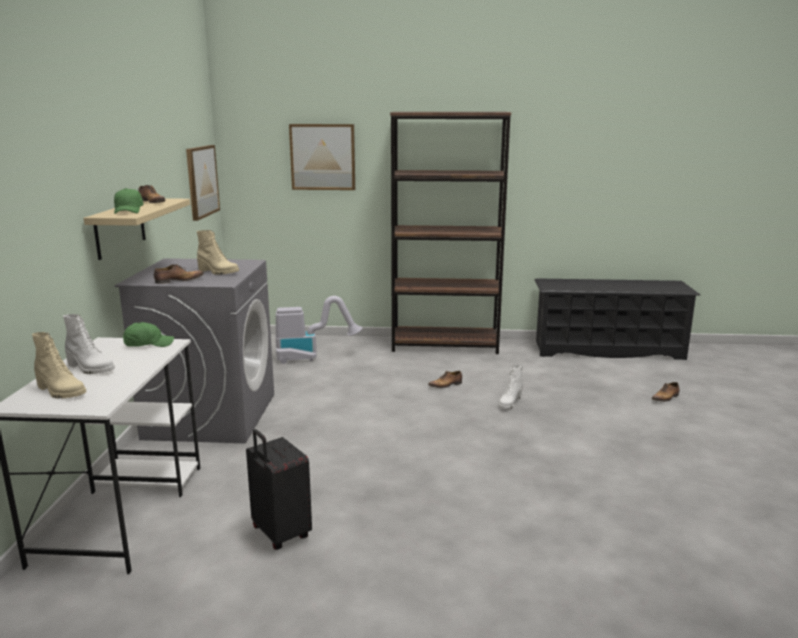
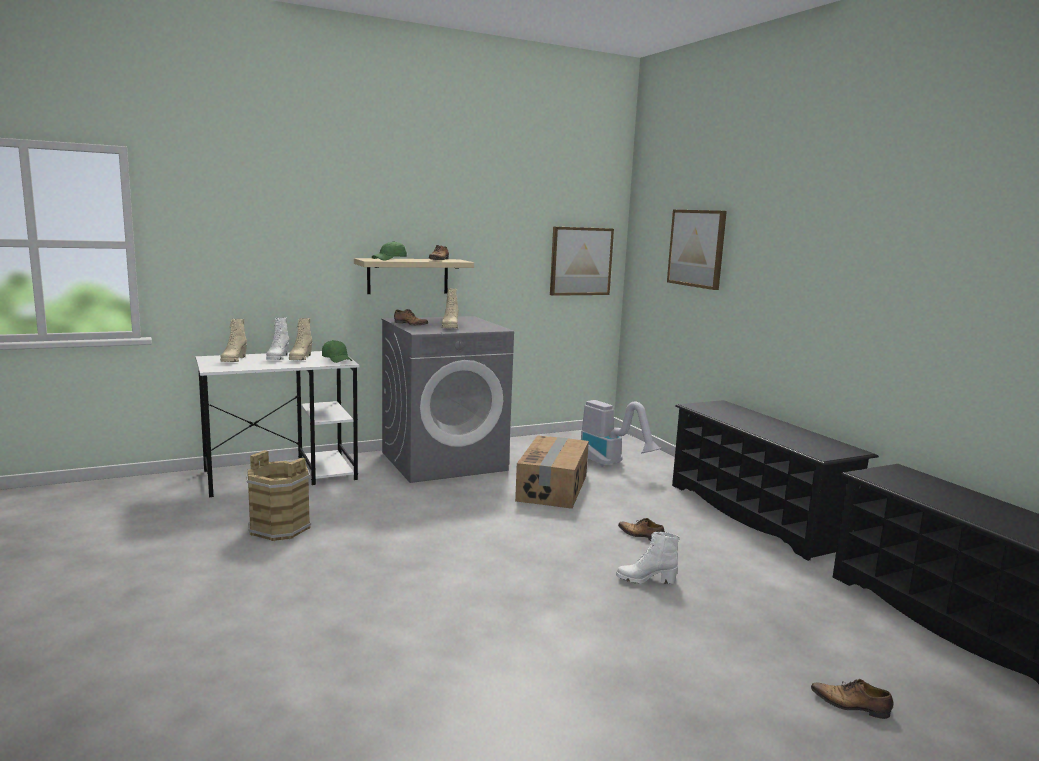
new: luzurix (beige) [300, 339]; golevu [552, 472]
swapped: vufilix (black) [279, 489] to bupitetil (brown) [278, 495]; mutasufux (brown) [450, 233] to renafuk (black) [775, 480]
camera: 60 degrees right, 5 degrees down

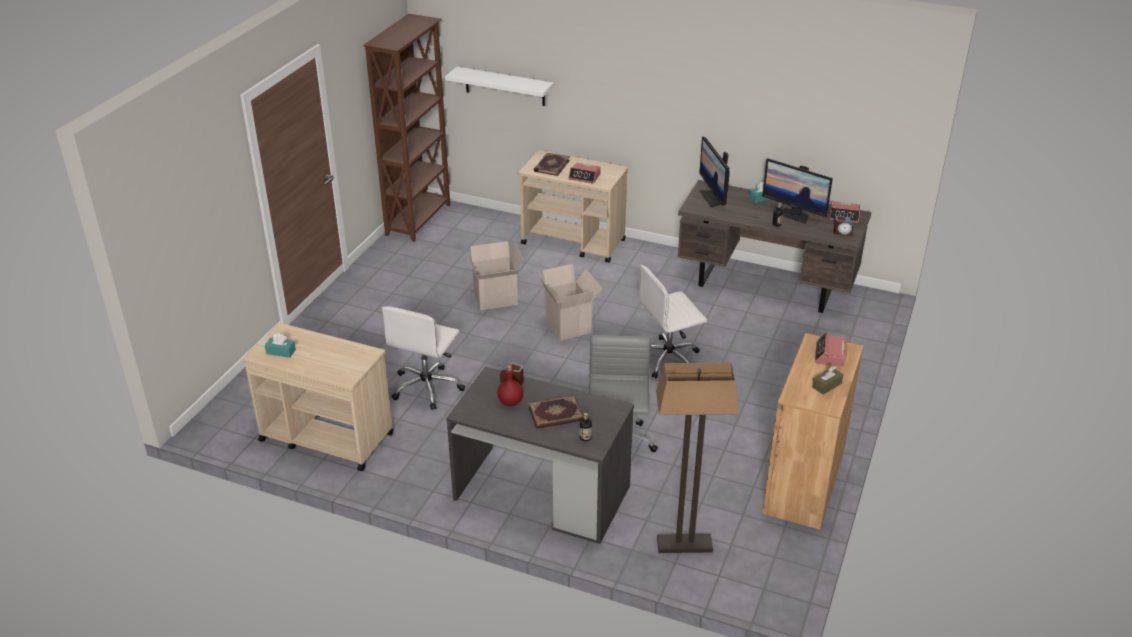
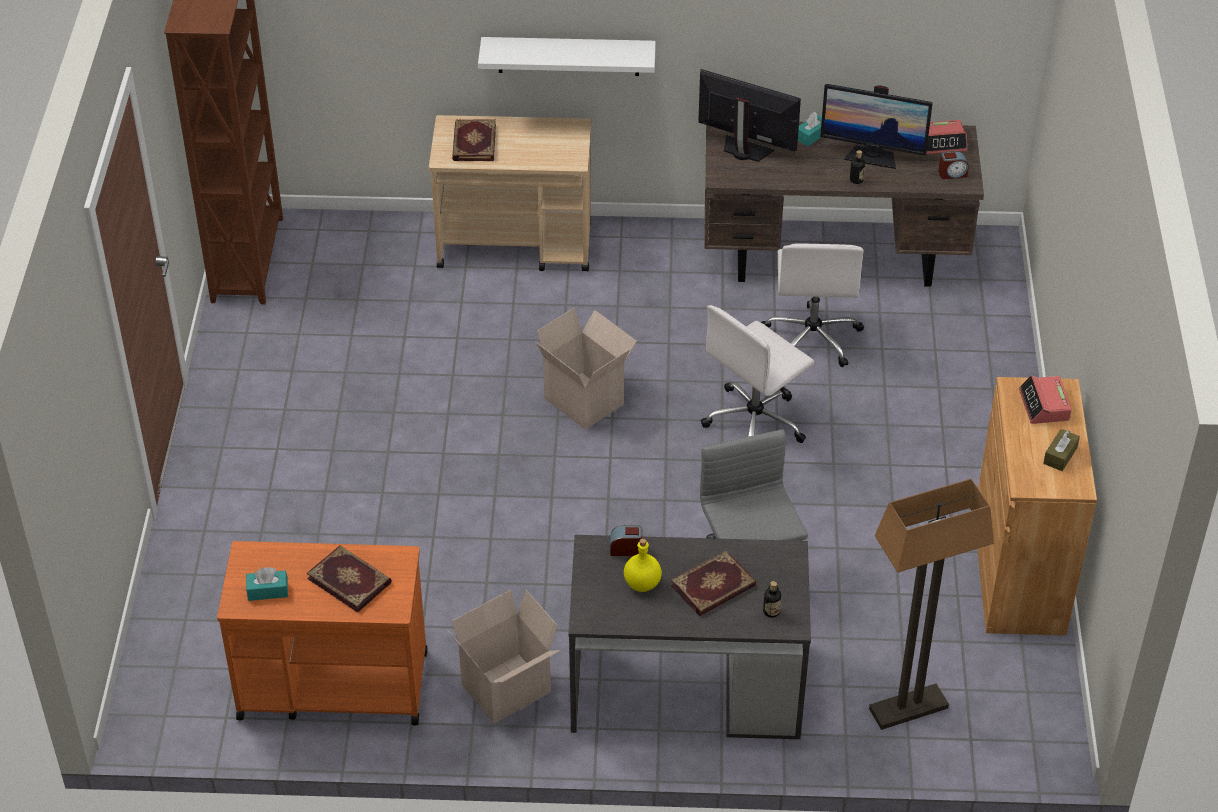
gone: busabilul [585, 173]
new: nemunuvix [349, 579]
shifted: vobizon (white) [423, 358] to [812, 305]; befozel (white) [499, 86] to [567, 56]; golevu [493, 275] to [504, 657]
repainted: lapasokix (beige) [318, 397] to lapasokix (orange) [322, 633]; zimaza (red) [510, 386] to zimaza (yellow) [643, 565]
rotated: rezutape [714, 171] = [749, 115] 150 degrees clockwise
camera: 20 degrees left, 10 degrees up

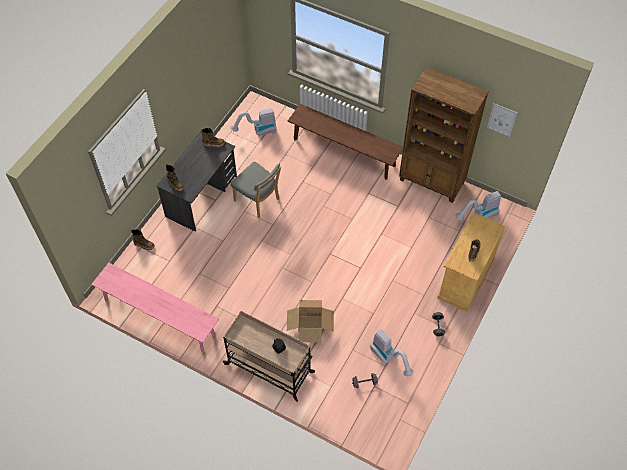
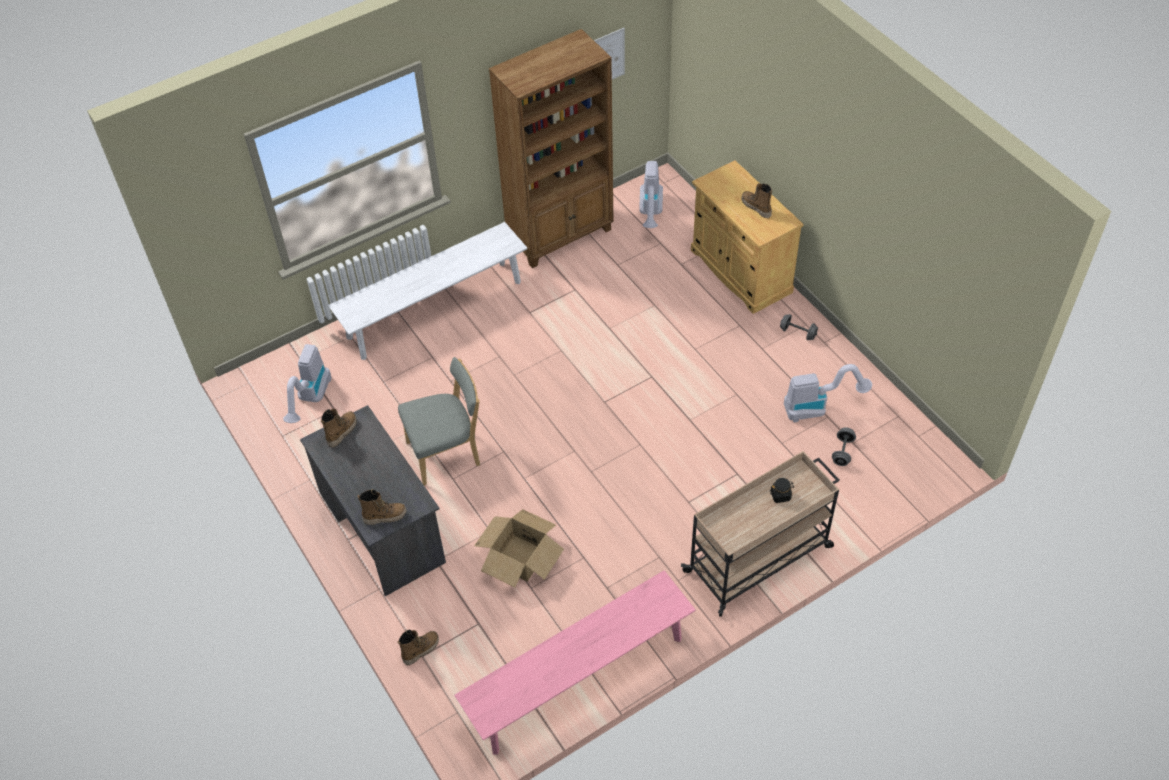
shifted: golevu [310, 321] to [519, 548]
repainted: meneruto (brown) [345, 142] to meneruto (white) [427, 291]
camera: 60 degrees left, 5 degrees down

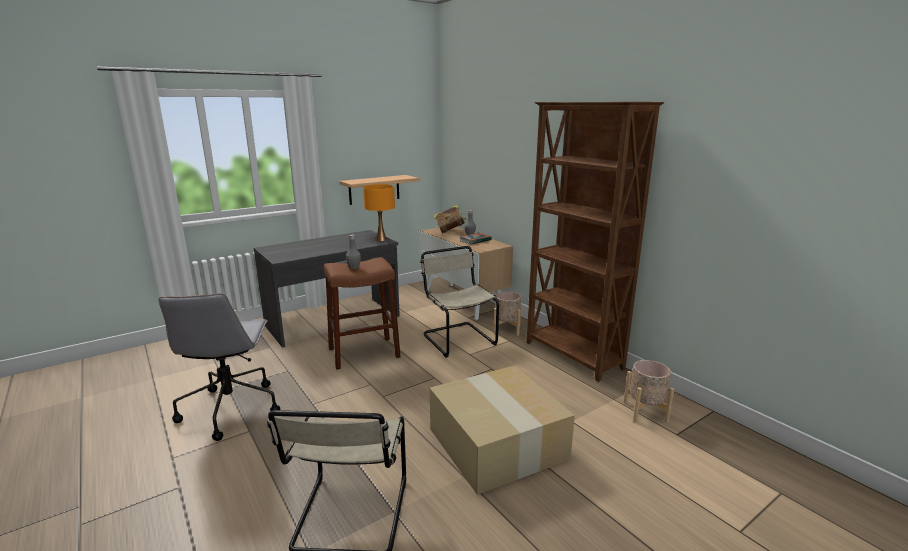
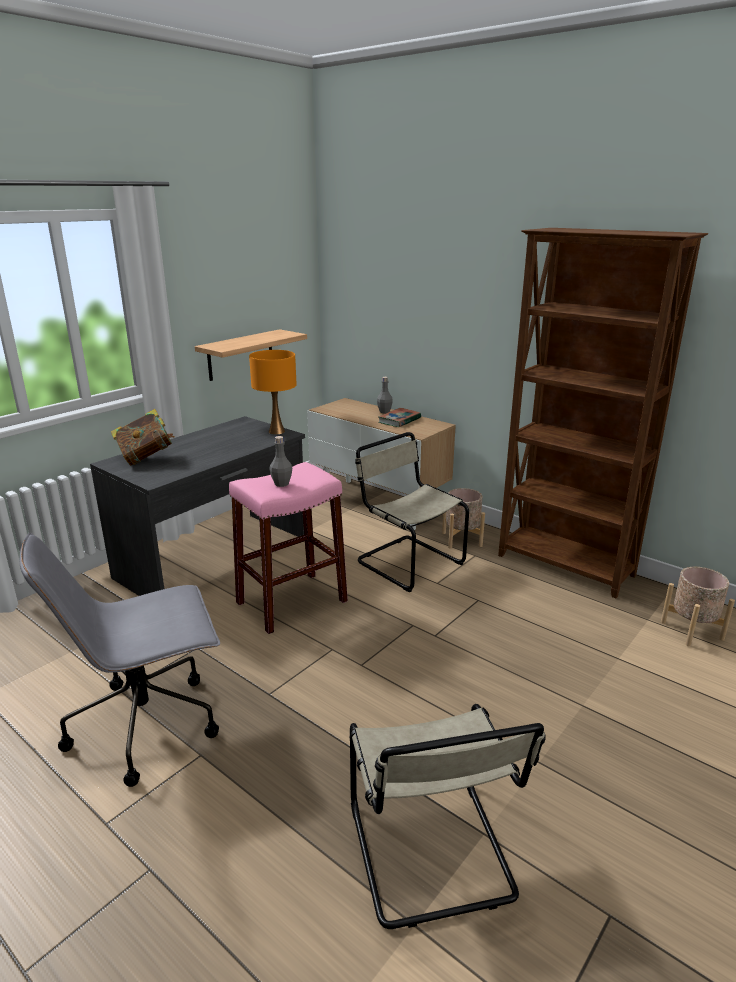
gone: golevu [502, 430]
shifted: nemunuvix [450, 219] to [143, 437]
repainted: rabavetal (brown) [362, 313] to rabavetal (pink) [288, 548]
rotated: vobizon (grey) [219, 367] = [120, 660] 90 degrees clockwise
camera: 15 degrees left, 5 degrees up

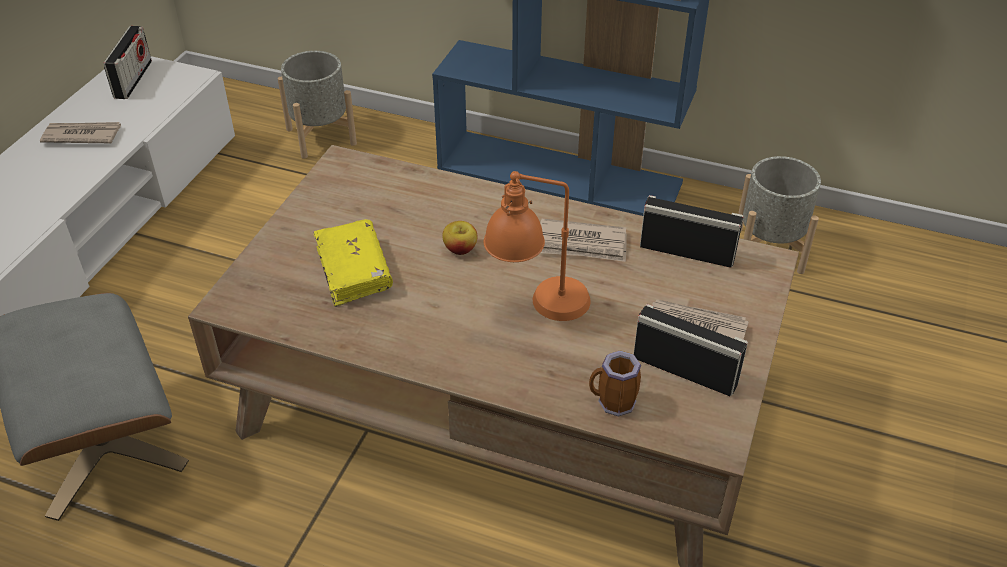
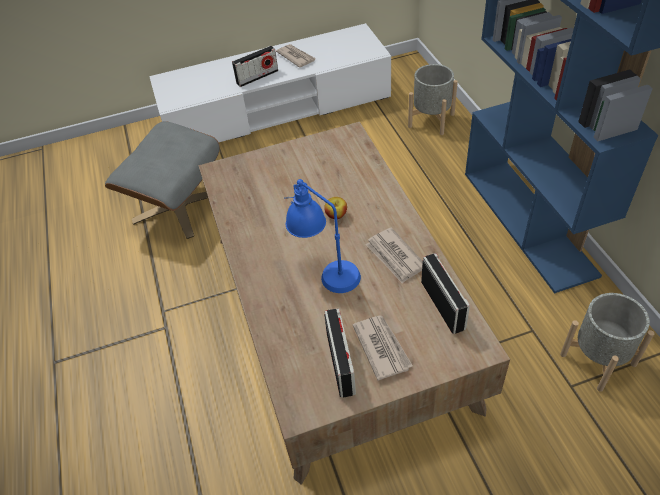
gone: nemunuvix (yellow) [353, 263]; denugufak [615, 383]
shifted: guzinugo [127, 62] to [255, 66]
repainted: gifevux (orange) [537, 246] to gifevux (blue) [322, 236]
camera: 55 degrees right, 5 degrees up

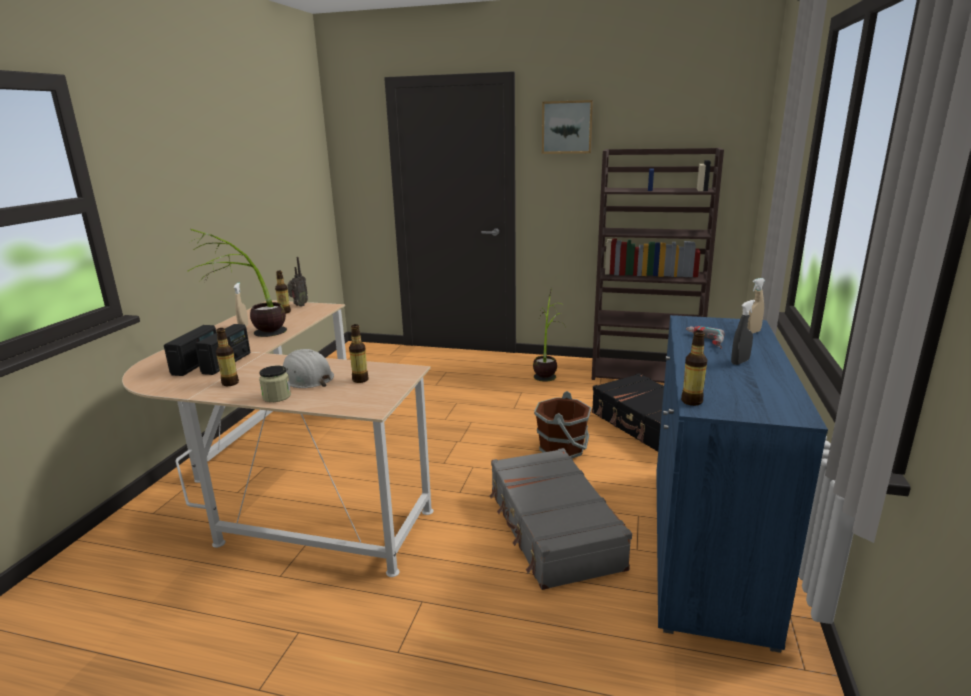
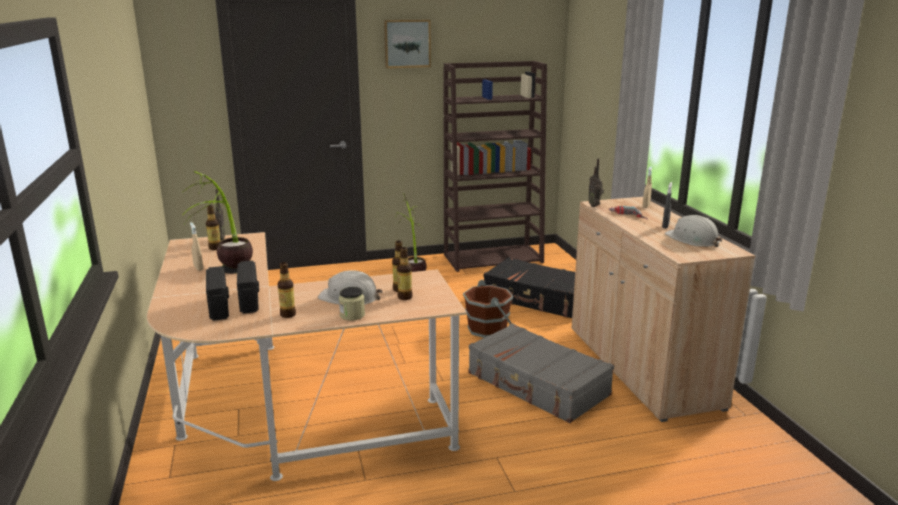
new: guzinugo [596, 182]; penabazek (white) [693, 231]
shifted: zimaza [694, 368] to [404, 273]
repainted: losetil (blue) [742, 484] to losetil (beige) [663, 309]
camera: 30 degrees left, 0 degrees up

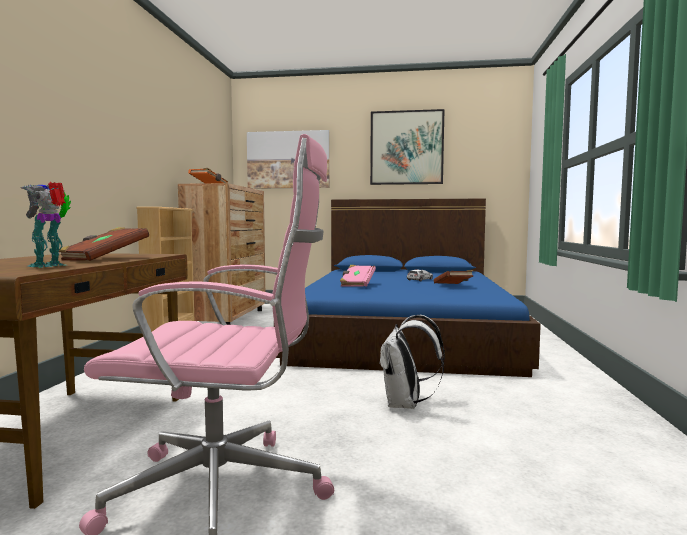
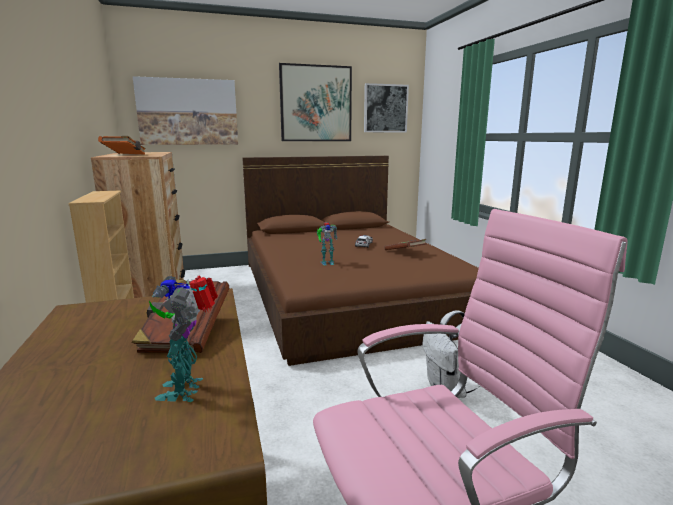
new: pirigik [386, 107]
swapped: nemunuvix (pink) [358, 276] to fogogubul [327, 243]
repainted: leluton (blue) [407, 288] to leluton (brown) [360, 261]
camera: 25 degrees left, 10 degrees up

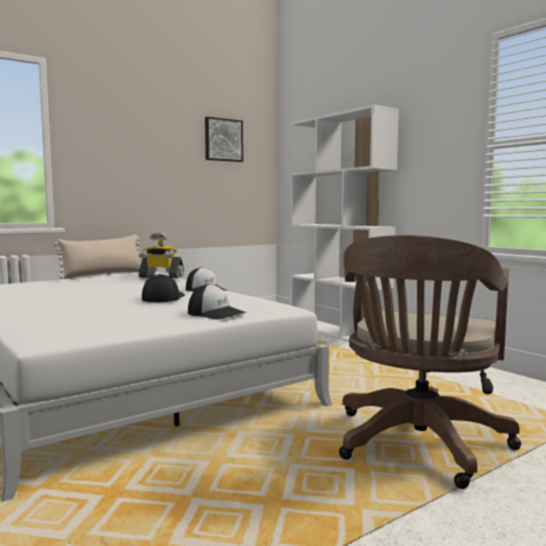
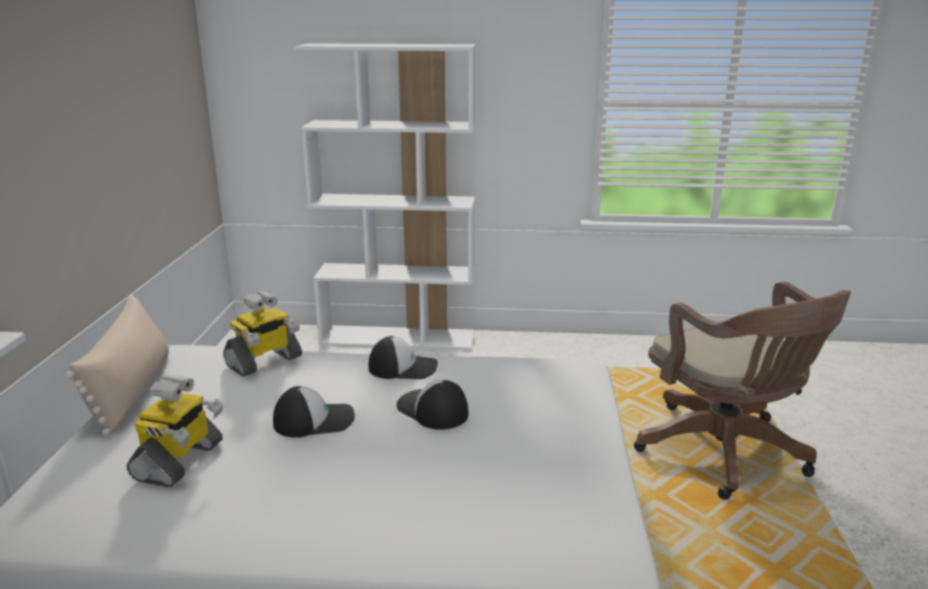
gone: pirigik [224, 139]
new: fogogubul [175, 431]
shifted: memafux [217, 302] to [314, 412]
camera: 50 degrees left, 15 degrees up

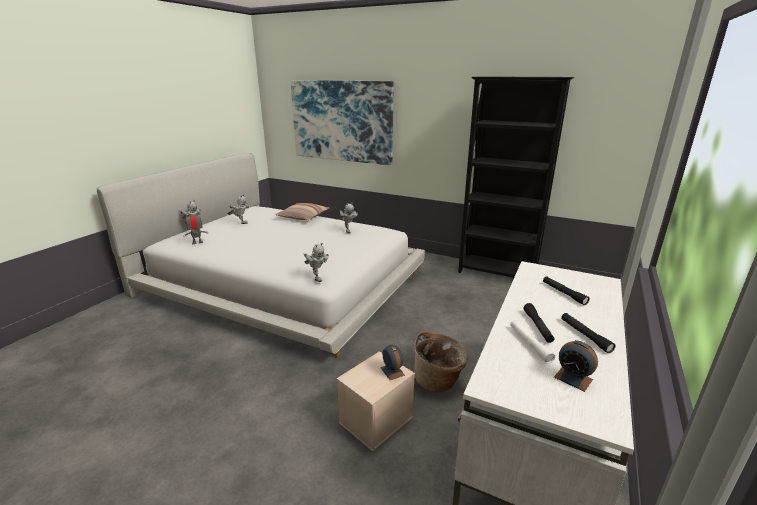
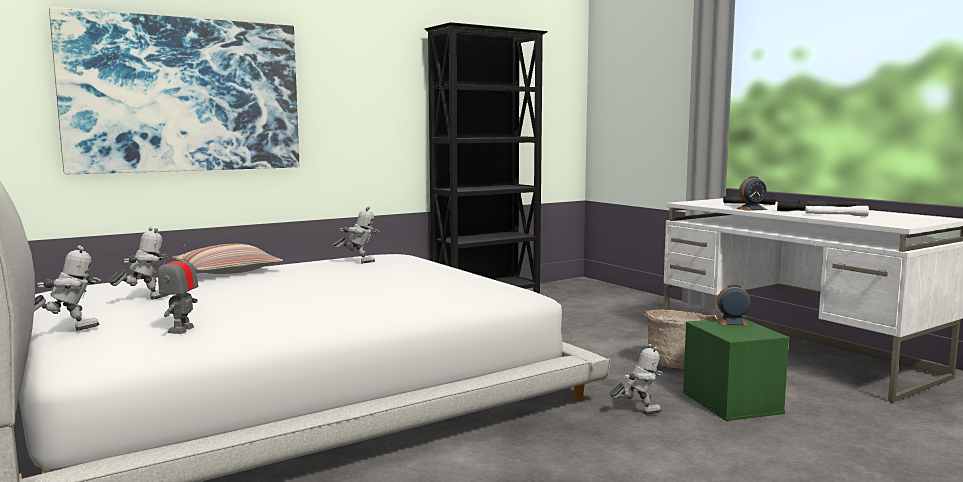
shifted: fogogubul [316, 262] to [636, 379]; busabilul [576, 366] to [752, 193]
repainted: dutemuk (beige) [376, 401] to dutemuk (green) [736, 369]
camera: 60 degrees left, 15 degrees down

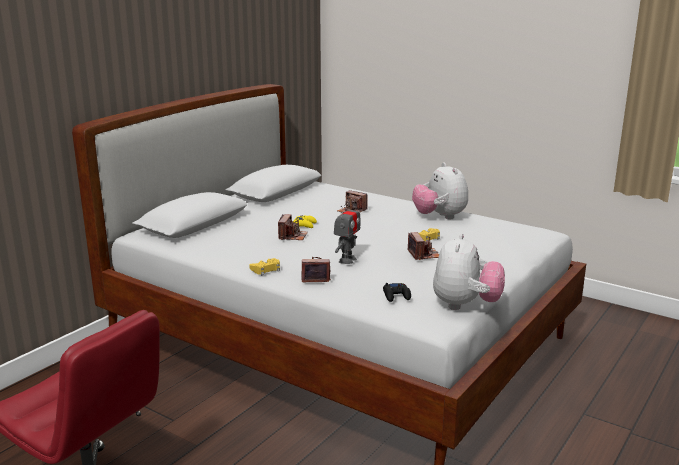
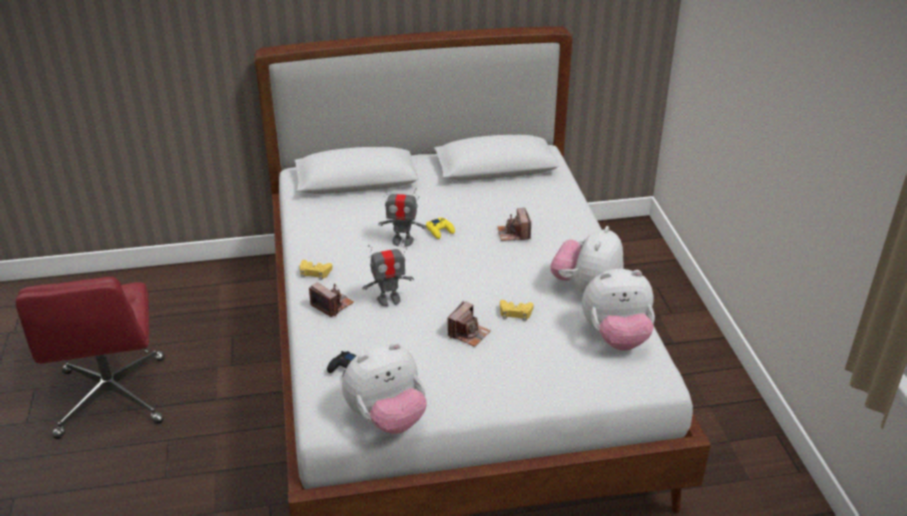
new: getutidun [618, 310]
swapped: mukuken [293, 227] to fogogubul [402, 216]
camera: 45 degrees right, 15 degrees up

